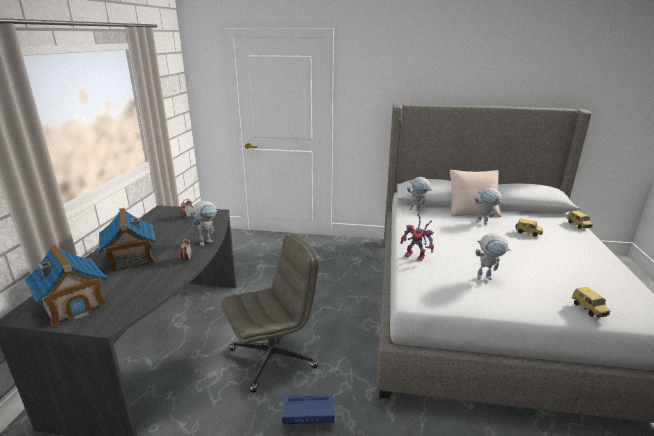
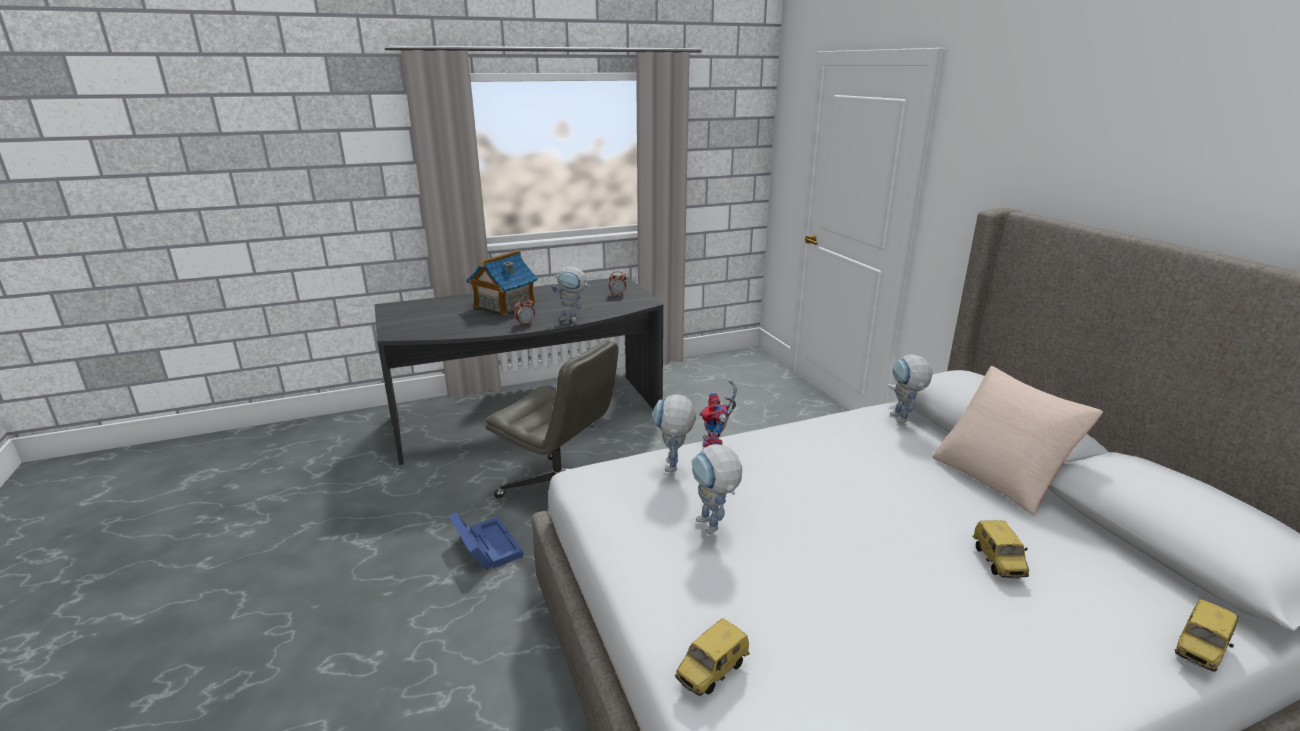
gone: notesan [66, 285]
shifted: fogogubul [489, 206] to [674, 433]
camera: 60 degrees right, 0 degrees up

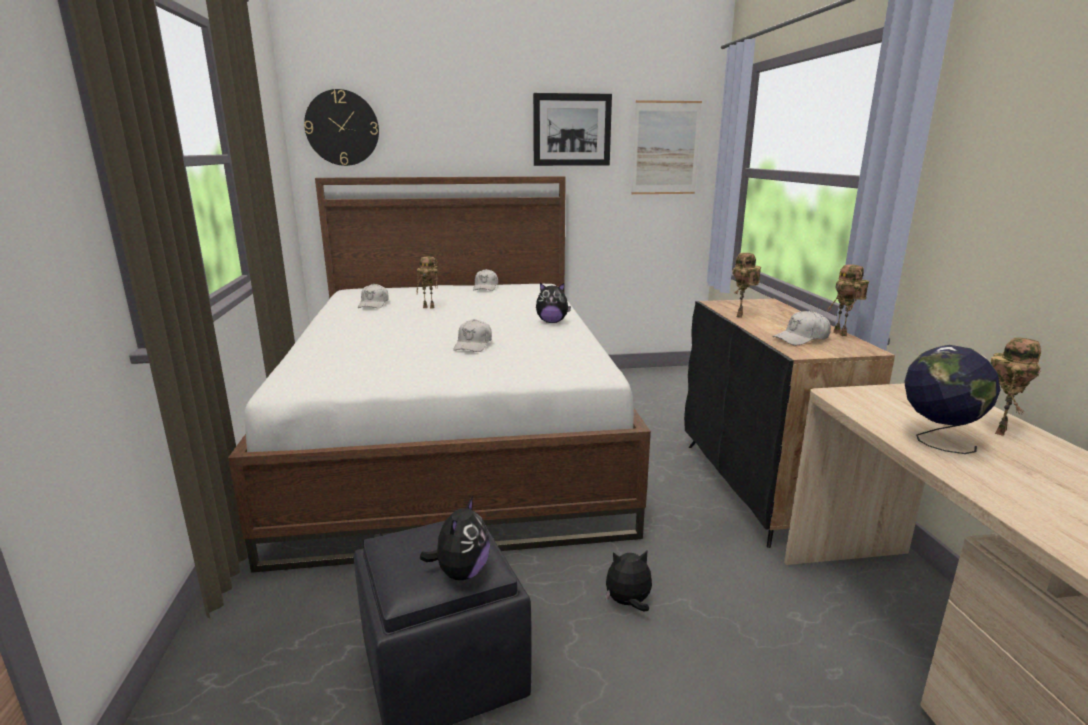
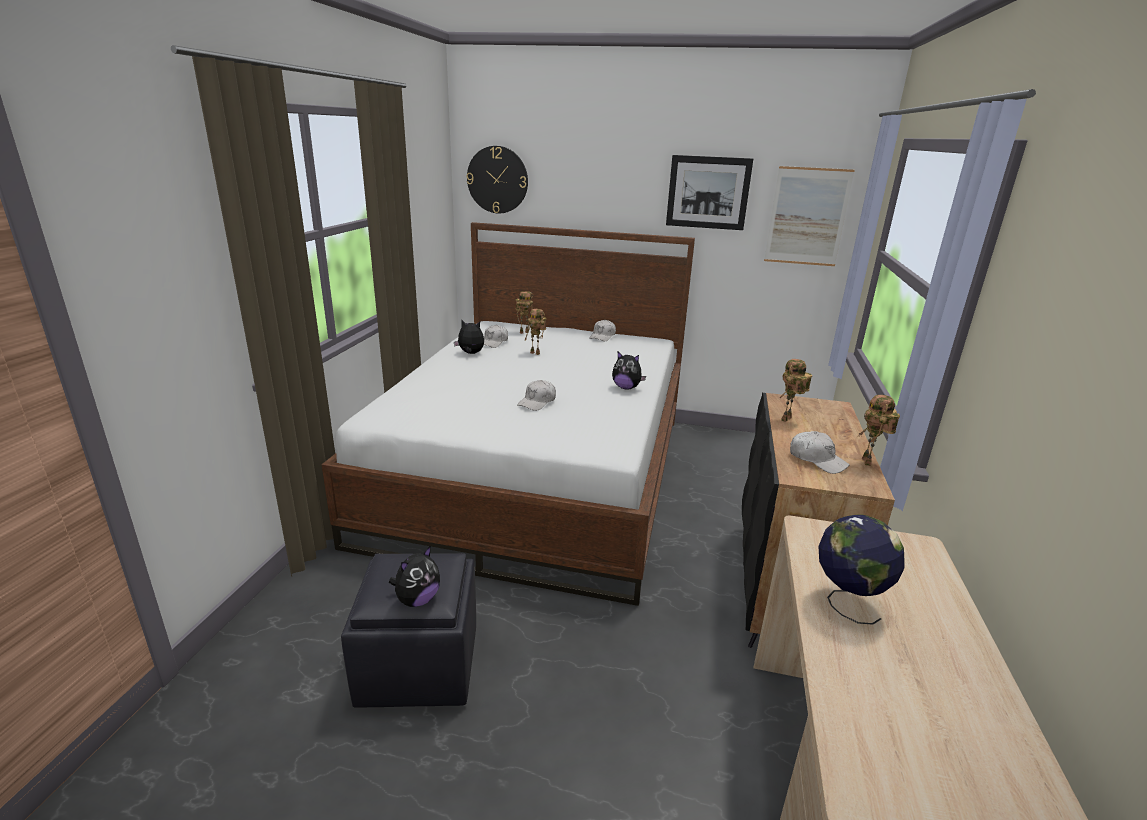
shifted: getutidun [628, 581] to [469, 337]; fogogubul [1016, 387] to [524, 312]
rotated: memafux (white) [801, 327] = [820, 452] 135 degrees counterclockwise
camera: 20 degrees right, 5 degrees up

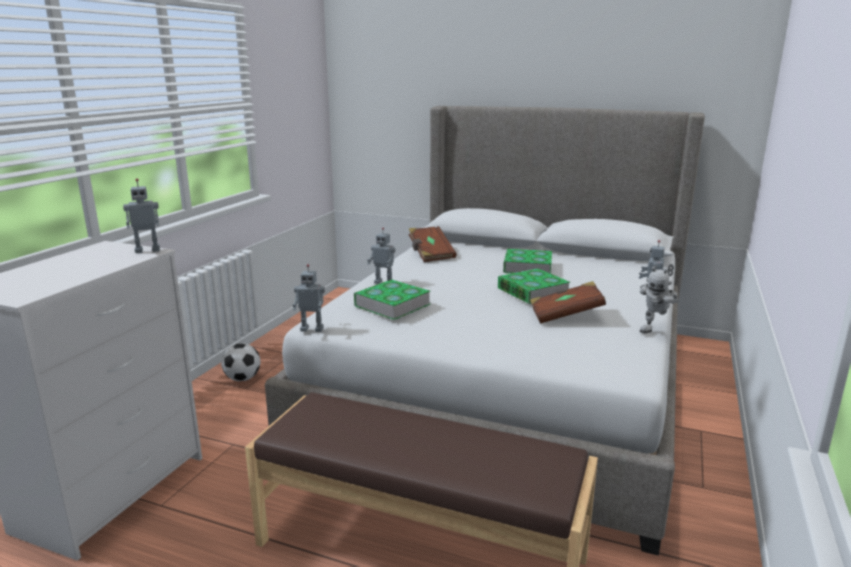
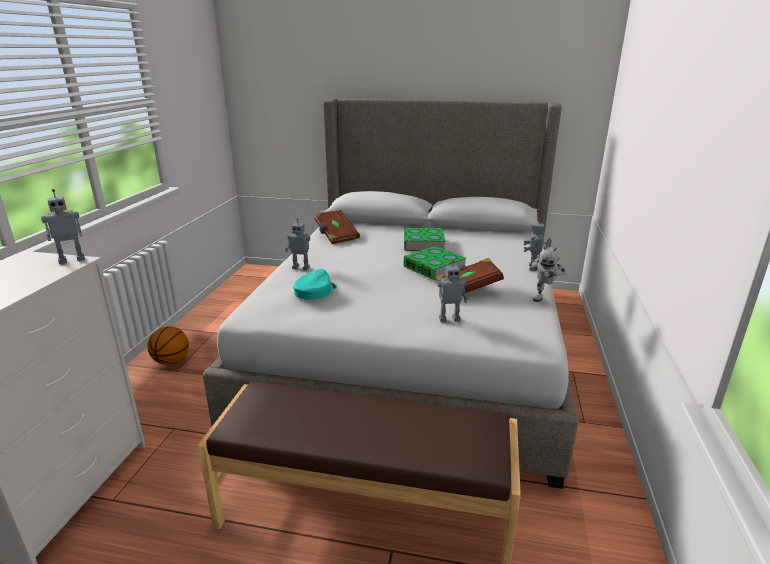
shifted: fogogubul [309, 298] to [452, 291]
swapped: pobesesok [241, 362] to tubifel [168, 345]; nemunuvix [392, 299] to memafux (turquoise) [315, 284]
camera: 10 degrees left, 5 degrees up

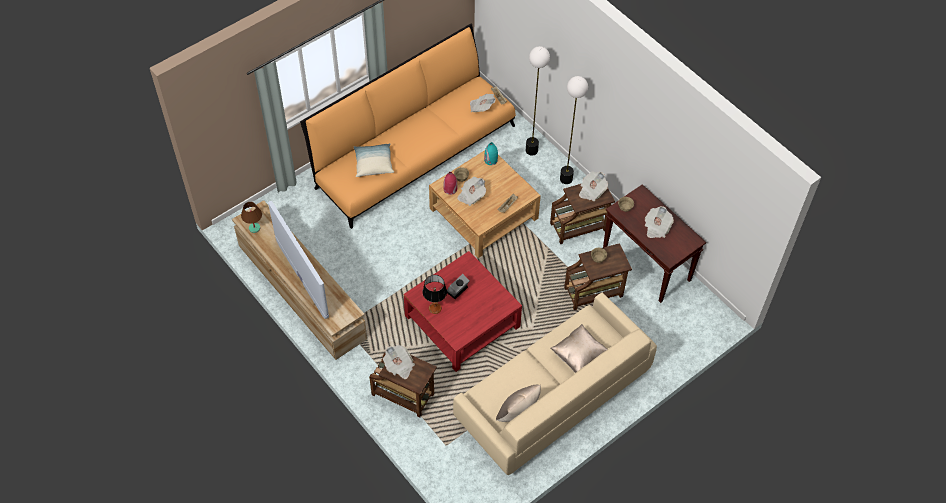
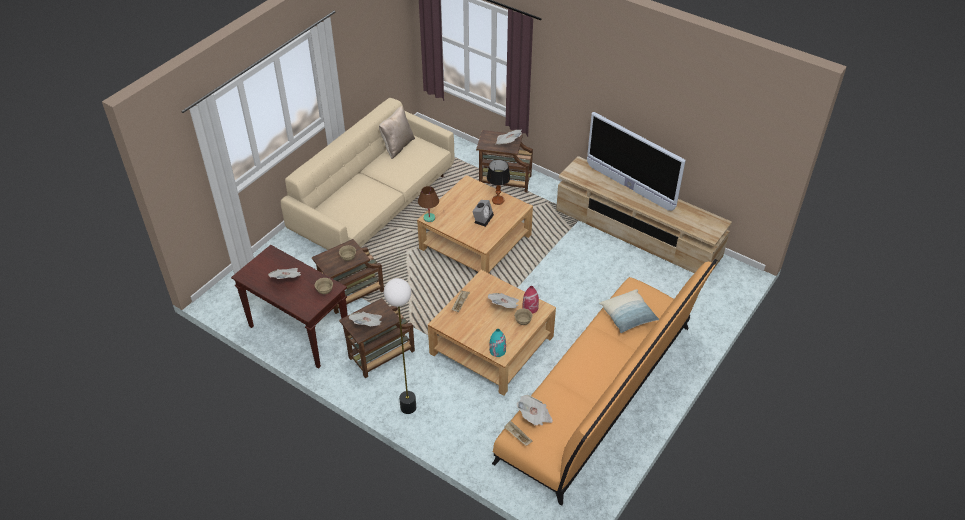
gone: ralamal [538, 101]; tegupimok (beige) [579, 348]
shifted: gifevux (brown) [251, 217] to [428, 204]
repainted: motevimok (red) [463, 311] to motevimok (beige) [475, 224]
camera: 165 degrees right, 10 degrees down

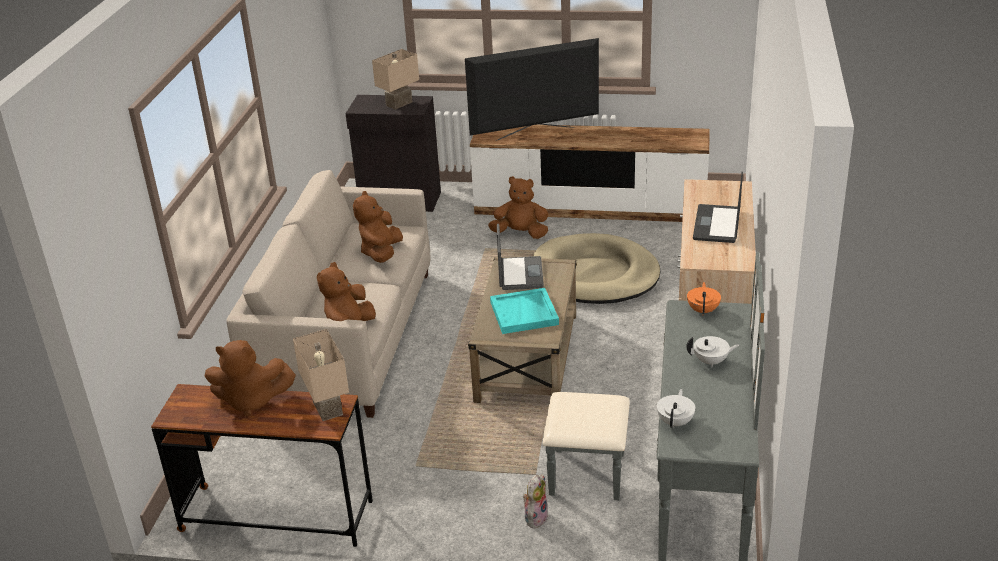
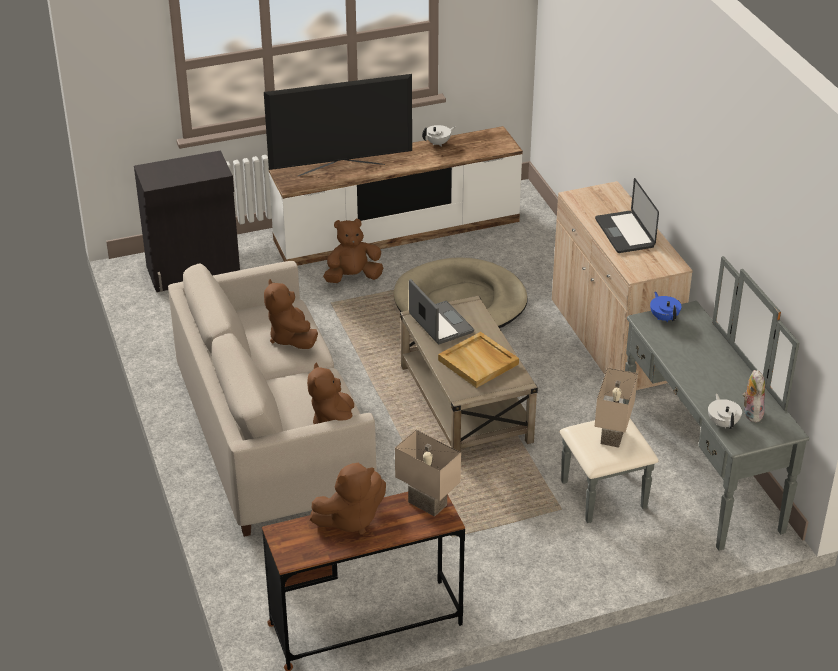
shifted: gifevux (beige) [395, 79] to [616, 408]; getutidun [535, 501] to [753, 396]; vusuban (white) [712, 352] to [439, 136]
repainted: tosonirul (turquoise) [524, 311] to tosonirul (beige) [478, 360]; vusuban (orange) [704, 298] to vusuban (blue) [665, 307]
rotated: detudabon [532, 89] = [338, 125] 150 degrees counterclockwise
camera: 30 degrees left, 5 degrees up

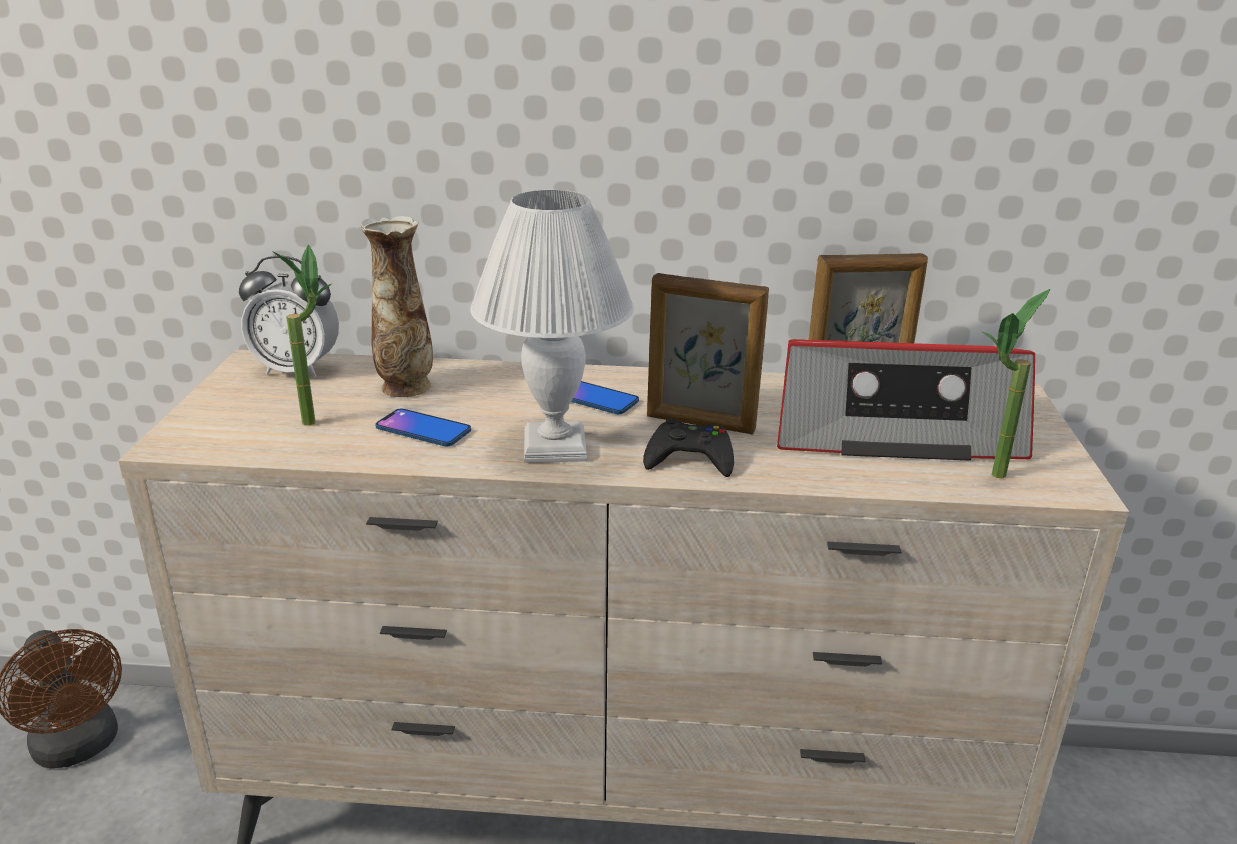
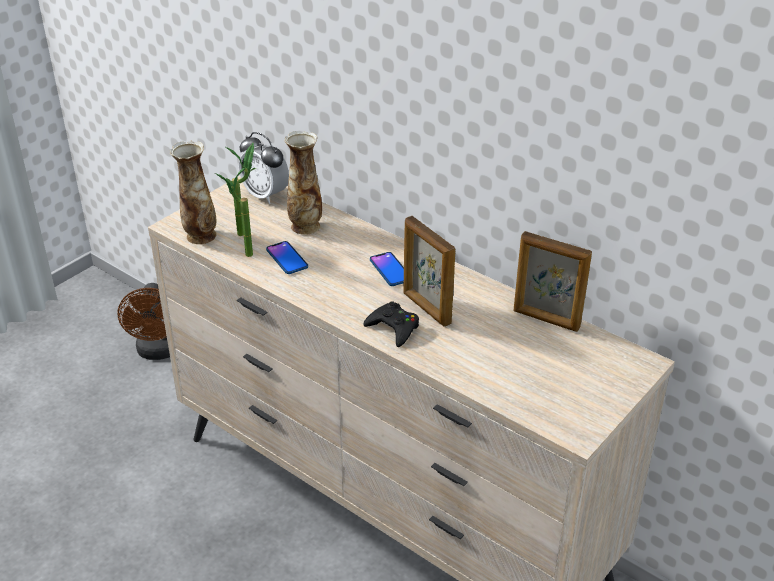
gone: gifevux (white) [552, 326]; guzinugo [906, 399]
new: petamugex [193, 192]
shifted: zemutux [1016, 383] to [234, 212]
camera: 35 degrees right, 10 degrees up

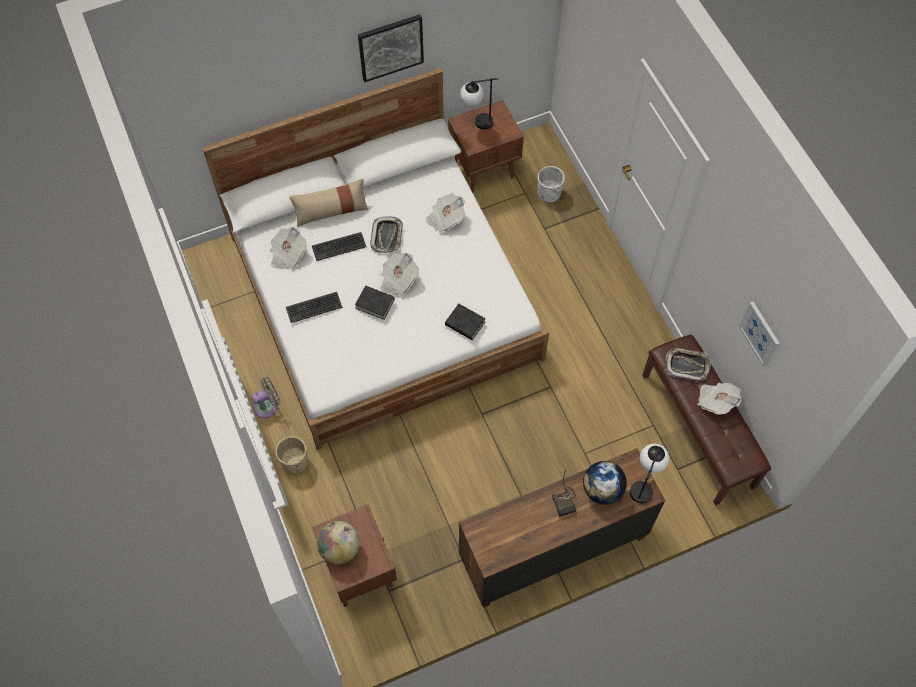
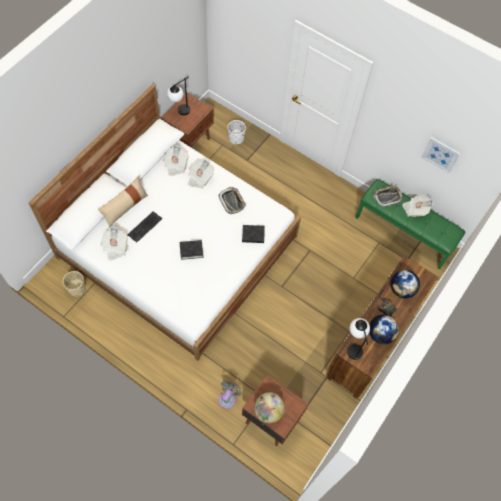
gone: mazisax [314, 307]; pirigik [391, 48]
new: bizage [384, 329]
shifted: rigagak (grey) [266, 397] to [230, 394]; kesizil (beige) [292, 455] to [74, 284]; tosonirul [386, 234] to [232, 200]; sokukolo [399, 274] to [176, 161]; gifevux [649, 473] to [358, 339]
repainted: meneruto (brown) [706, 420] to meneruto (green) [410, 224]
camera: 35 degrees left, 0 degrees up

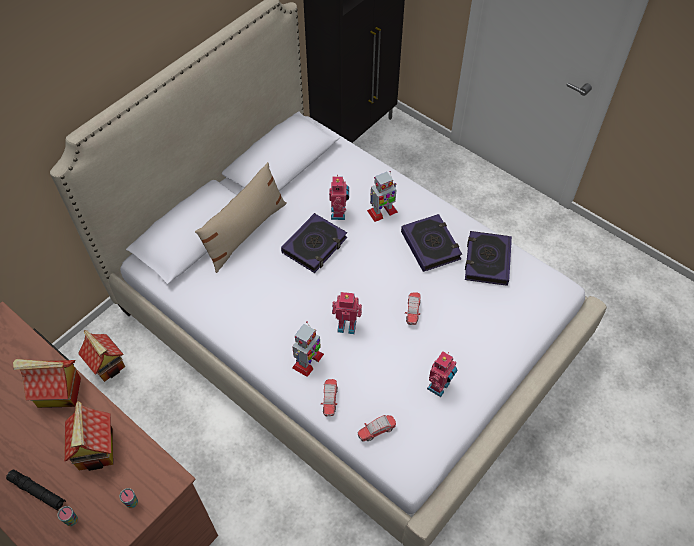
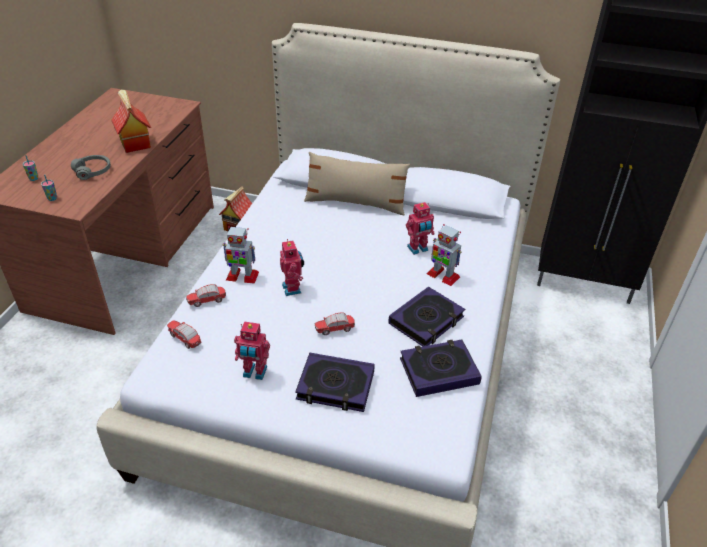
gone: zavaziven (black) [36, 490]
shifted: nemunuvix [314, 243] to [335, 382]
swapped: notesan [88, 436] to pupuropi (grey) [91, 167]
camera: 65 degrees right, 15 degrees down

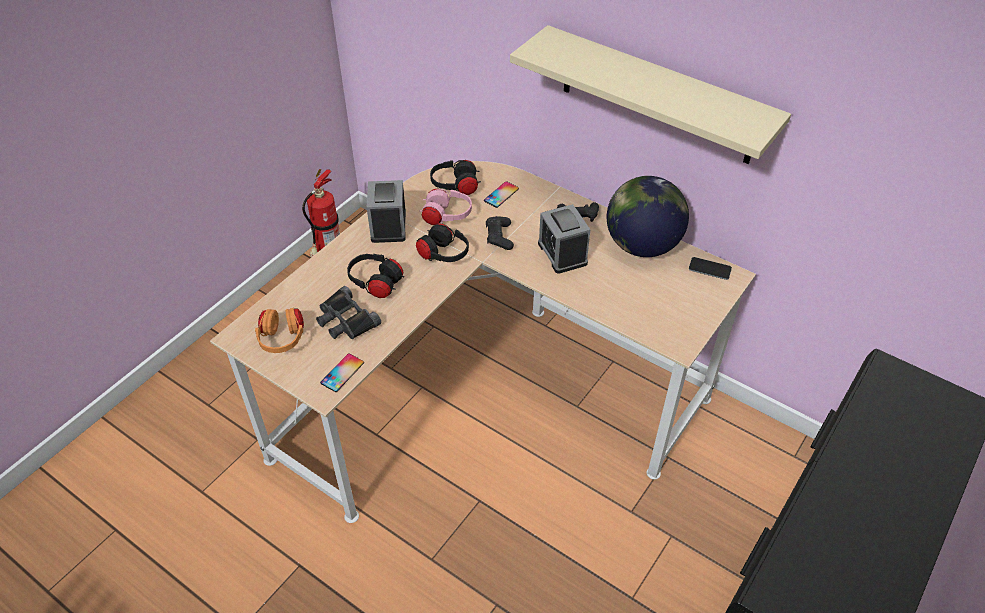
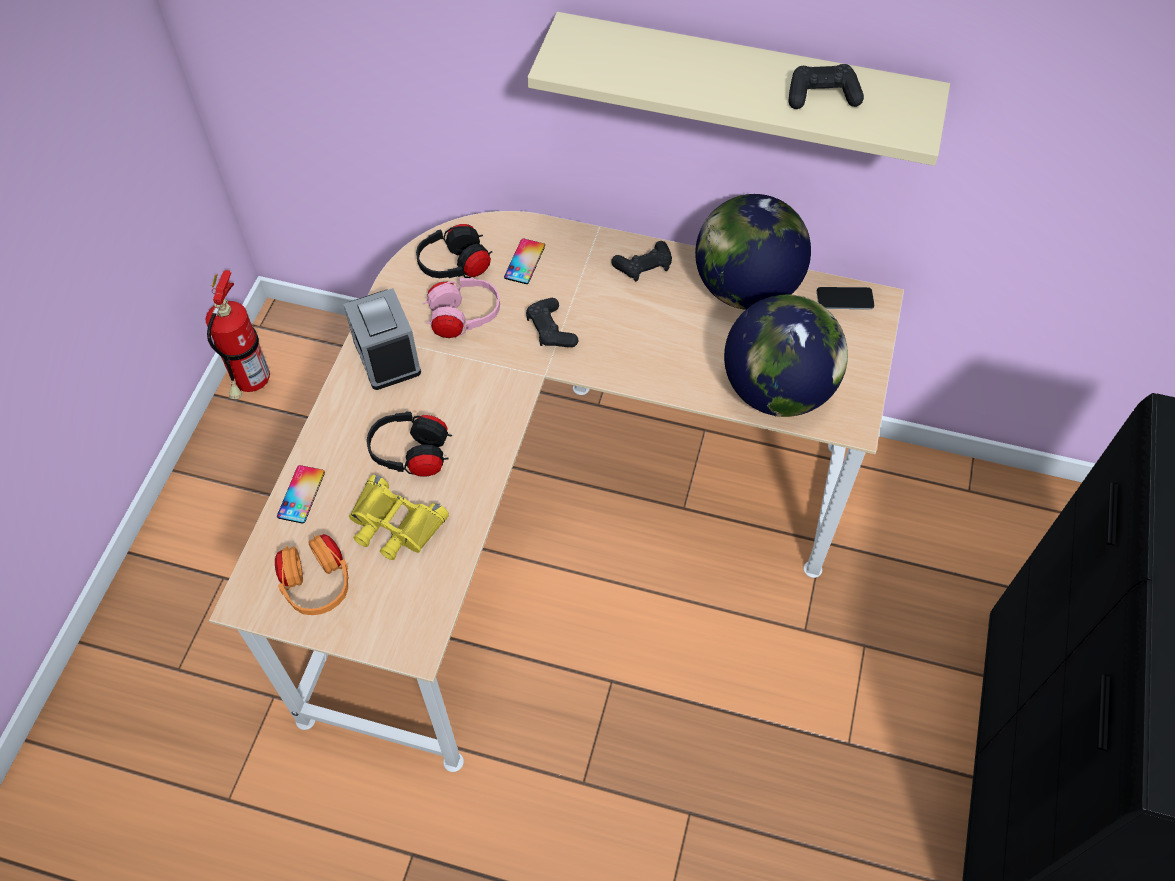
gone: pupuropi (black) [442, 242]; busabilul [564, 239]
new: bizage [786, 356]; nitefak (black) [826, 86]
shifted: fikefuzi [342, 372] to [301, 494]
repainted: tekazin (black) [348, 312] to tekazin (yellow) [399, 517]
camera: 20 degrees left, 10 degrees up

